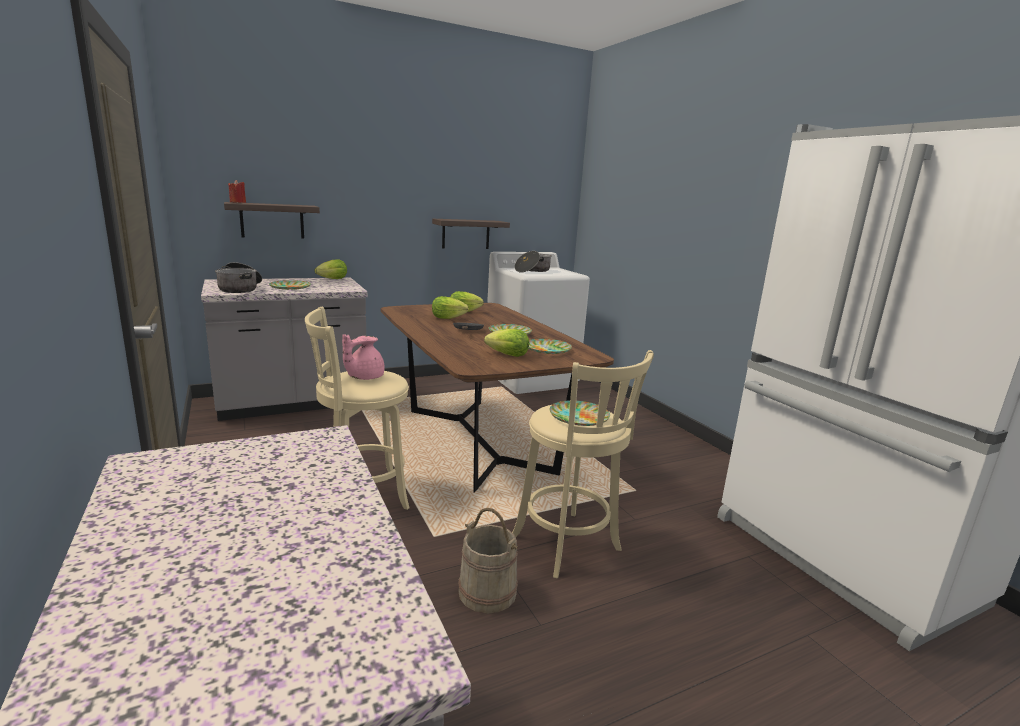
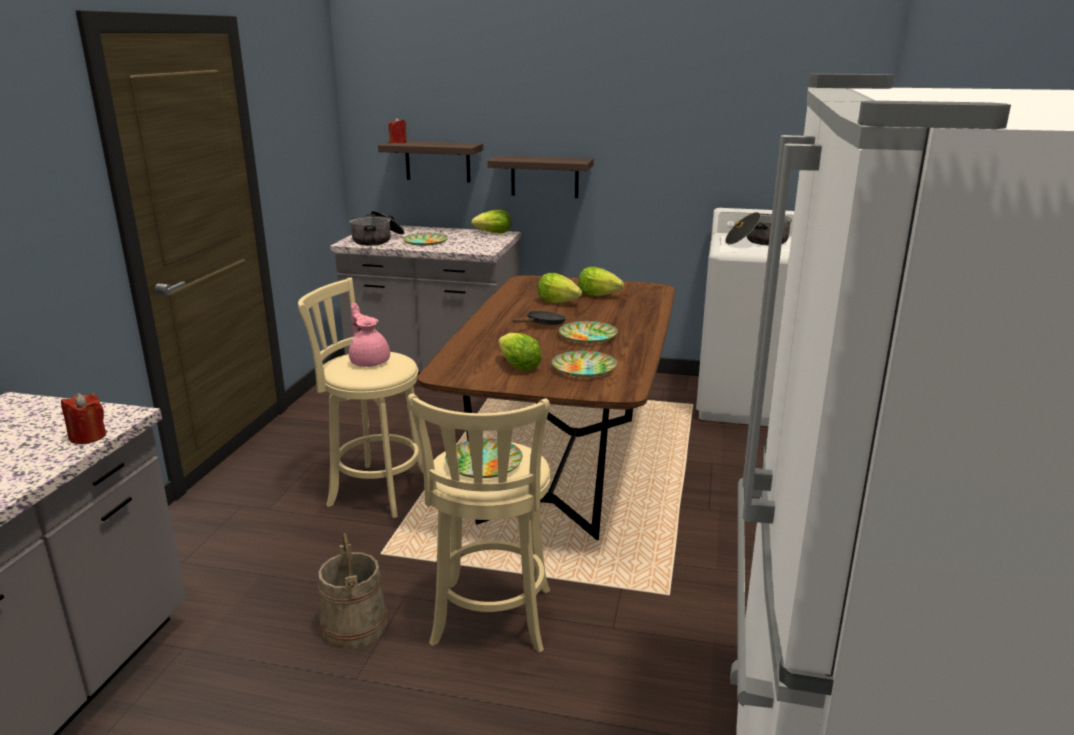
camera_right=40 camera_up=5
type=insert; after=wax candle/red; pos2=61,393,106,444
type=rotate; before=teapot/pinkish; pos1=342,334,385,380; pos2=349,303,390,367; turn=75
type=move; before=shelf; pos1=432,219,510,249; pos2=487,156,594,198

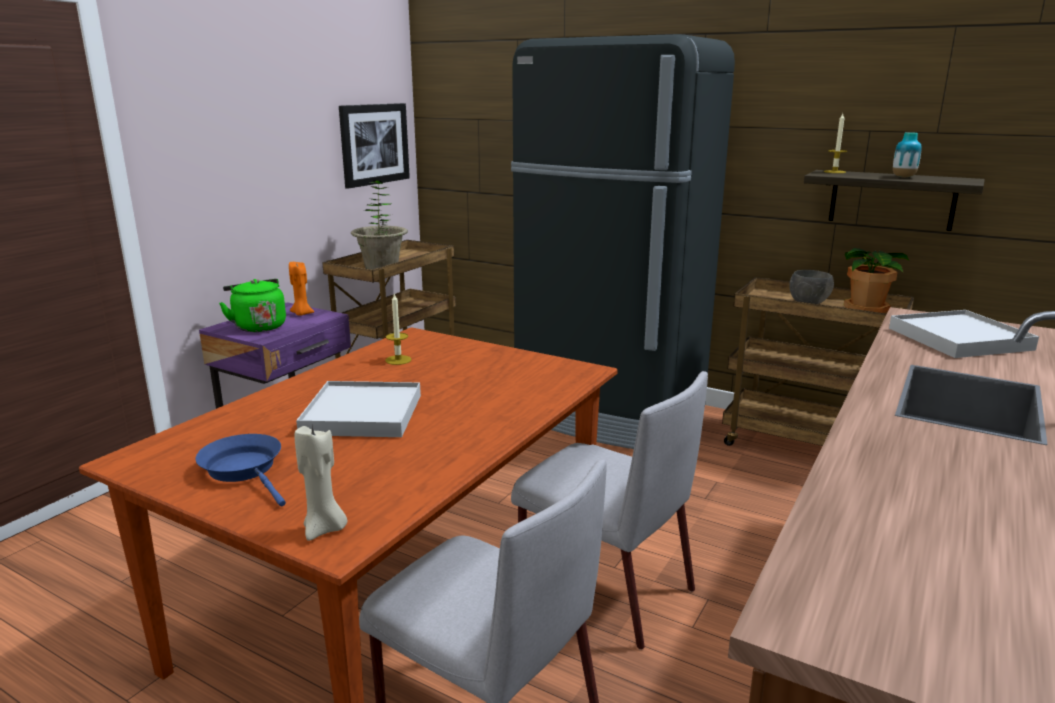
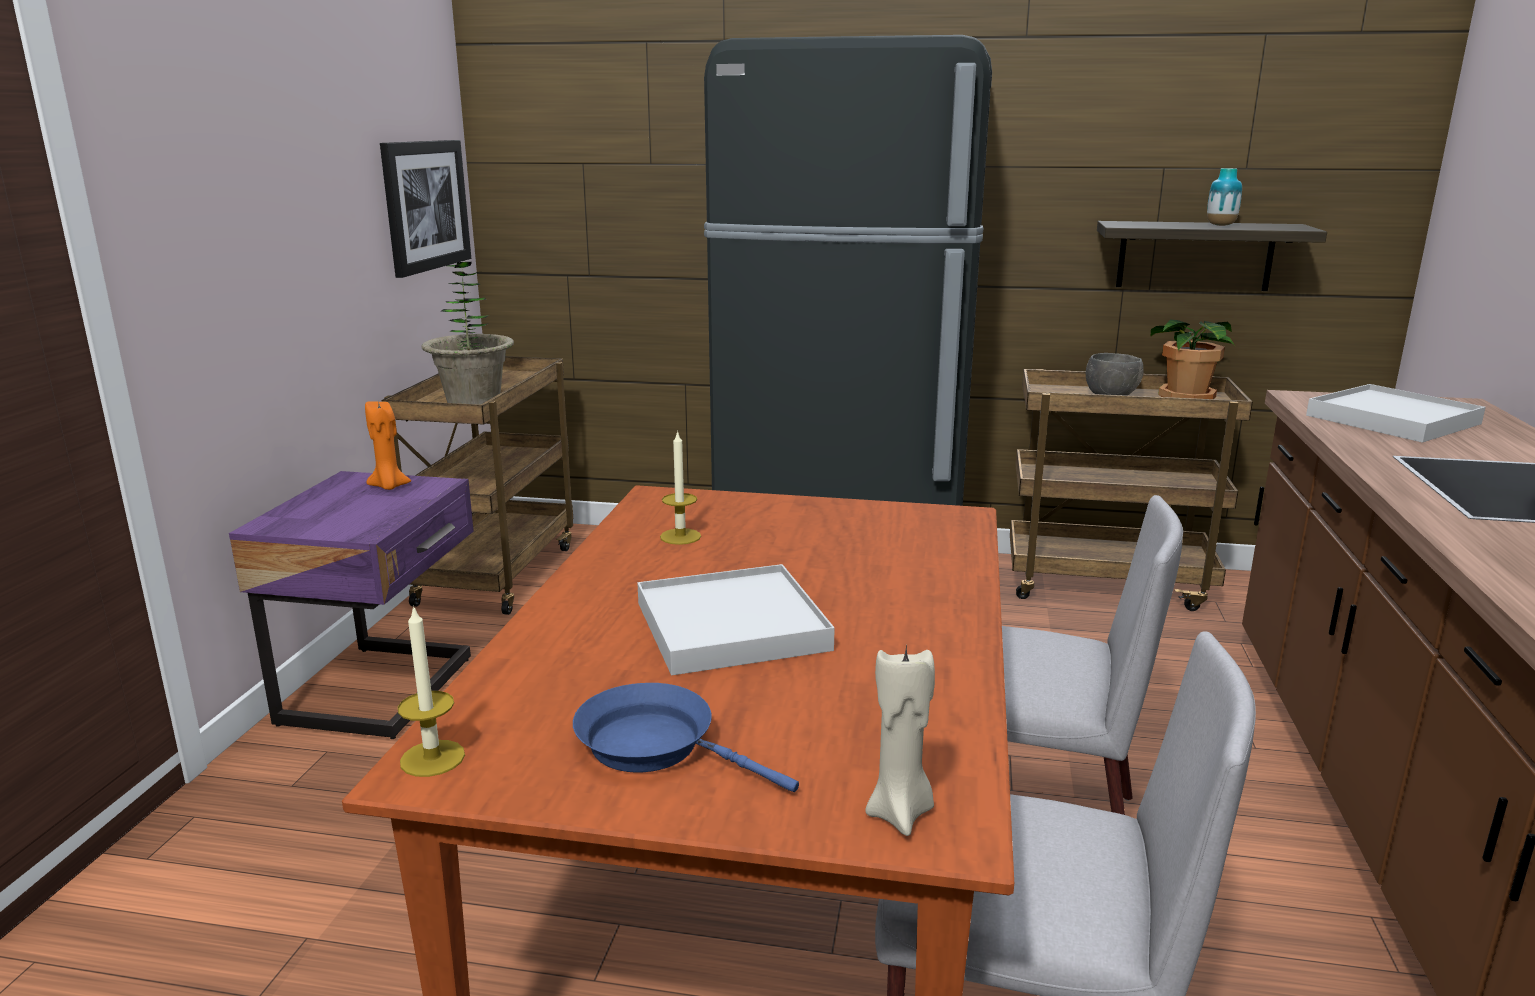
camera_right=-20 camera_up=0
type=move; before=wax candle; pos1=824,114,847,173; pos2=398,605,465,777
type=delete; before=kettle/greenish; pos1=219,279,286,332

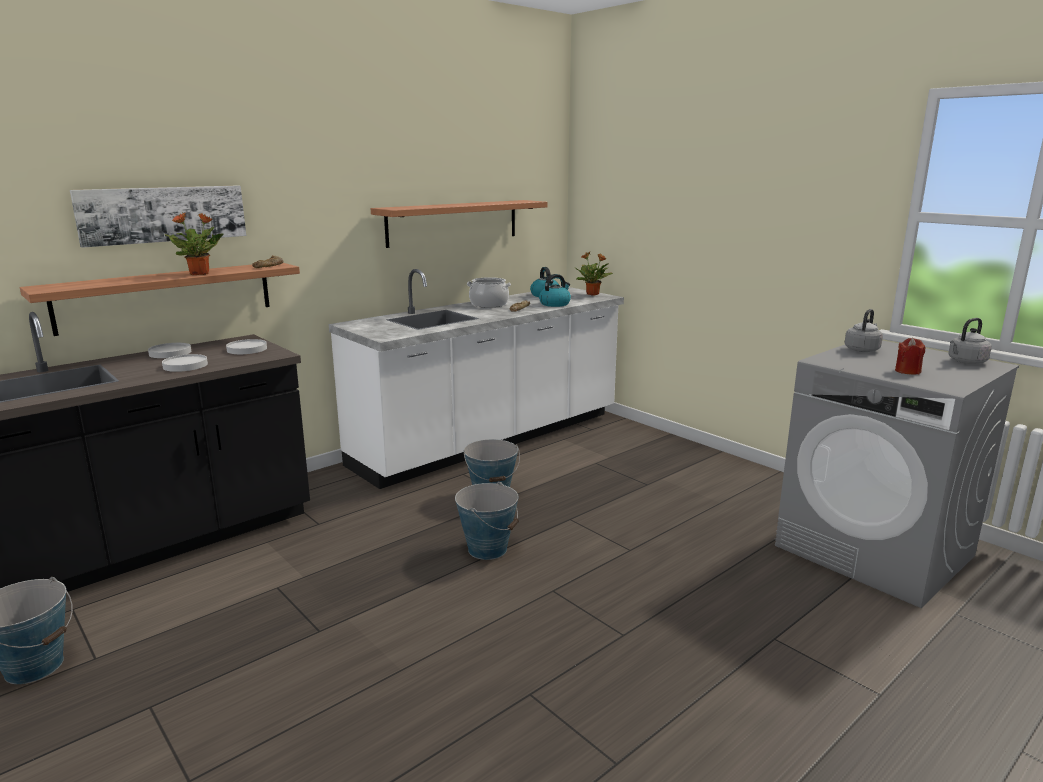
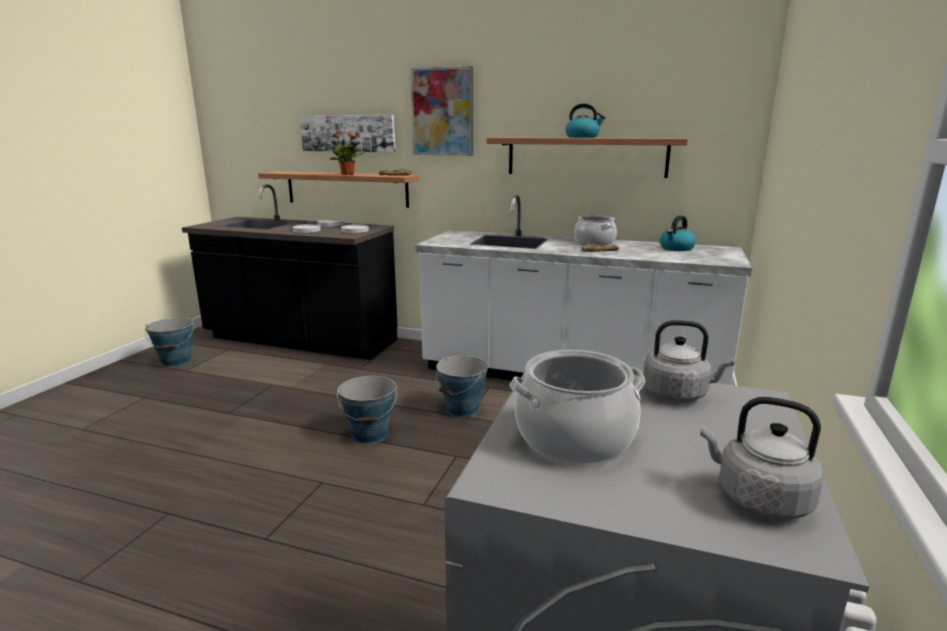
camera_right=60 camera_up=0
type=insert; after=wall art; pos2=410,66,473,156
type=replace; before=wax candle/red; after=cooking pot; pos1=895,338,925,375; pos2=510,350,645,464
type=move; before=kettle; pos1=539,274,571,307; pos2=566,103,606,138
type=delete; before=houseplant; pos1=575,252,613,295

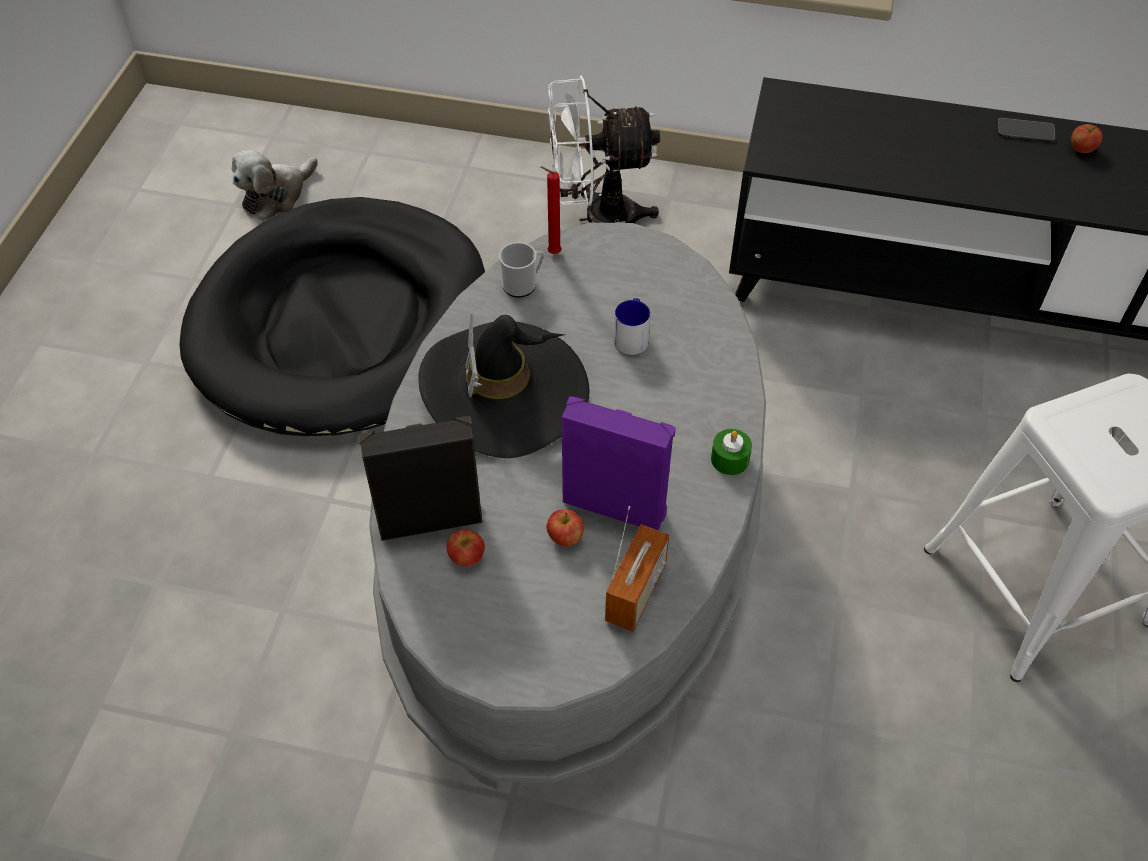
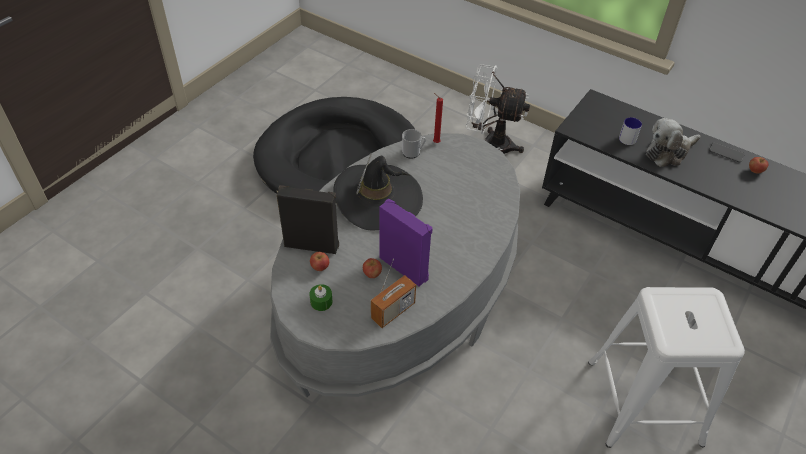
camera_right=20 camera_up=-5
type=move; before=wax candle/greenish; pos1=711,429,752,475; pos2=309,284,332,311
type=move; before=tea mug; pos1=614,298,651,355; pos2=619,117,642,145
type=move; before=plush toy; pos1=232,150,318,221; pos2=646,118,701,167

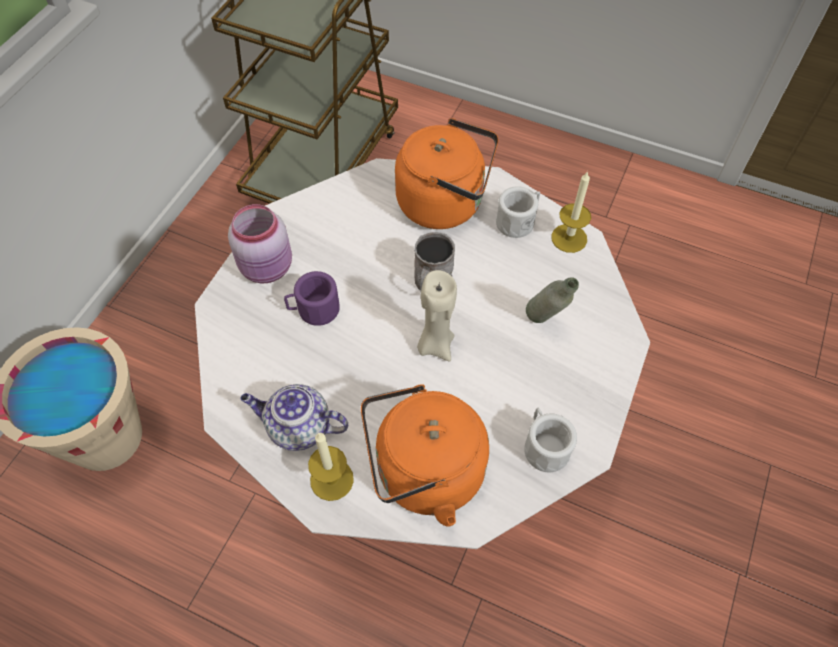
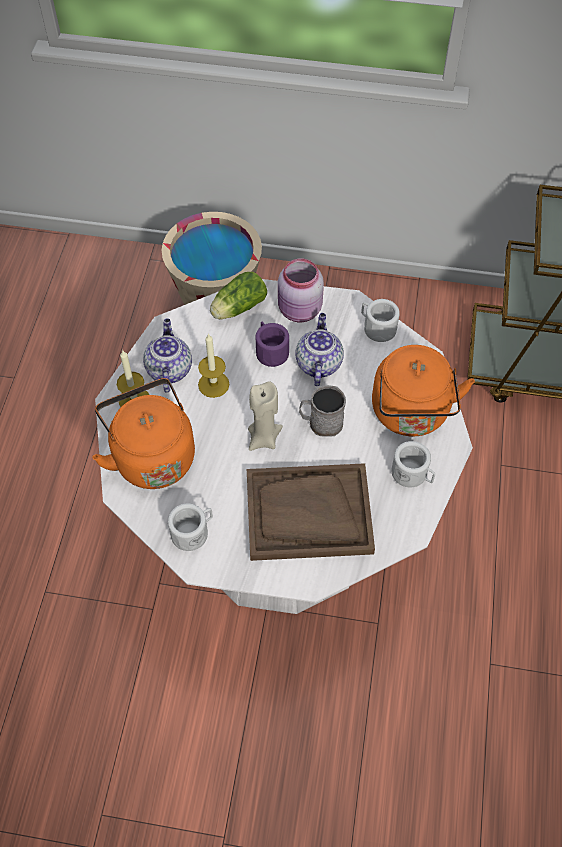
camera_right=75 camera_up=0
type=move; before=wax candle; pos1=551,171,591,253; pos2=198,333,230,398
type=insert; after=lettuce head; pos2=210,272,267,319
type=replace; before=bottle/grey; after=tray/brown-coloured; pos1=526,277,579,323; pos2=247,463,375,561
type=insert; after=teapot; pos2=296,313,344,386
type=insert; after=tea mug/white-coloured; pos2=361,299,400,342

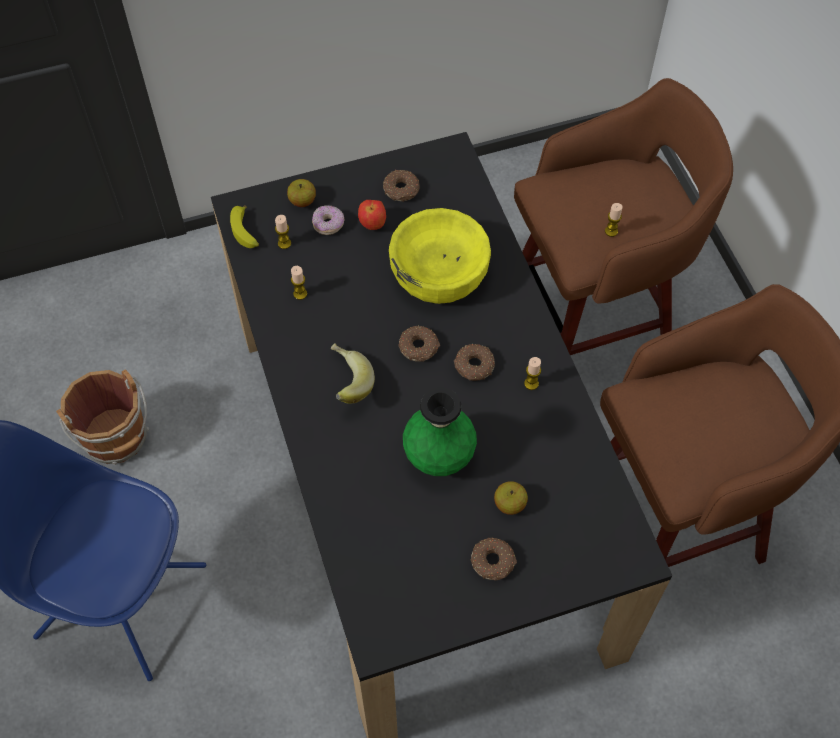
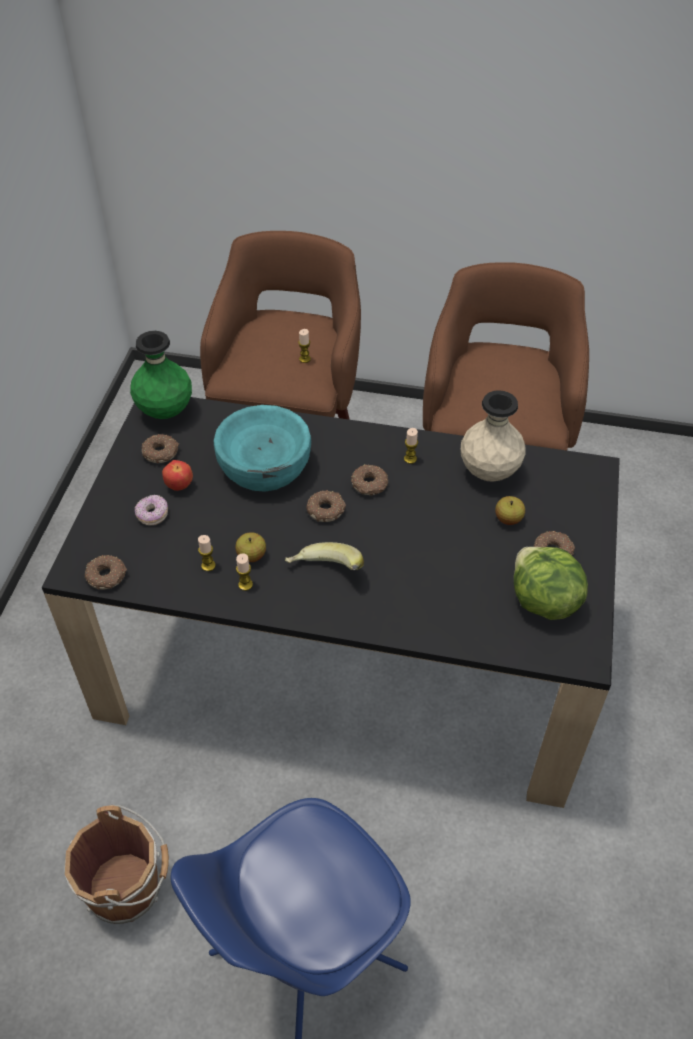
camera_right=-60 camera_up=-10
type=replace; before=banana; after=ring doughnut; pos1=230,205,259,248; pos2=85,555,127,590
type=move; before=decorative vase/greenish; pos1=403,387,477,476; pos2=130,331,192,419
type=recolor; before=deep dish/yellow; after=deep dish/turquoise; pos1=389,208,491,304; pos2=214,405,311,492
type=move; before=apple; pos1=287,179,316,207; pos2=235,532,266,562
type=move; before=wax candle; pos1=275,215,291,249; pos2=236,553,253,591
type=insert; after=decorative vase/beige; pos2=461,390,525,482
type=insert; after=lettuce head; pos2=514,547,588,620

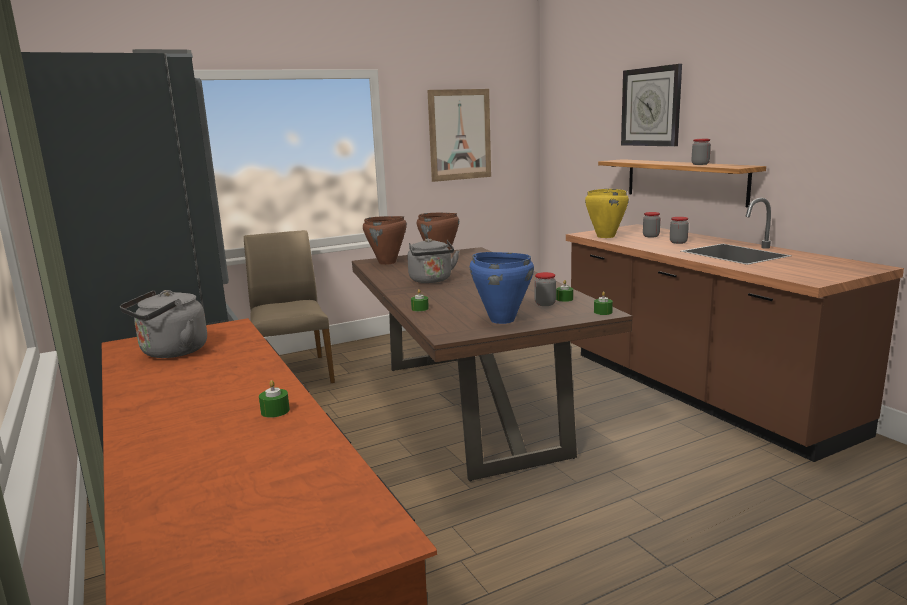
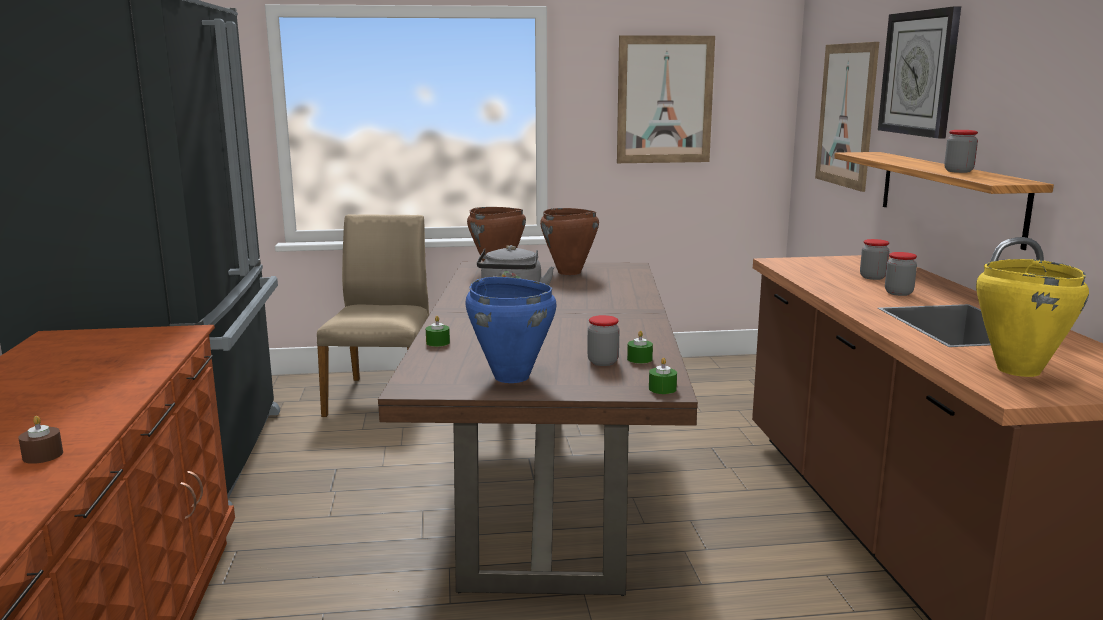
camera_right=20 camera_up=0
type=recolor; before=wax candle/greenish; after=wax candle/brown-coloured; pos1=259,380,290,418; pos2=18,416,63,464
type=insert; after=wall art; pos2=815,42,879,192
type=move; before=cooking pot/yellow; pos1=585,189,629,238; pos2=976,259,1089,377
type=delete; before=kettle/grey; pos1=120,290,207,358

